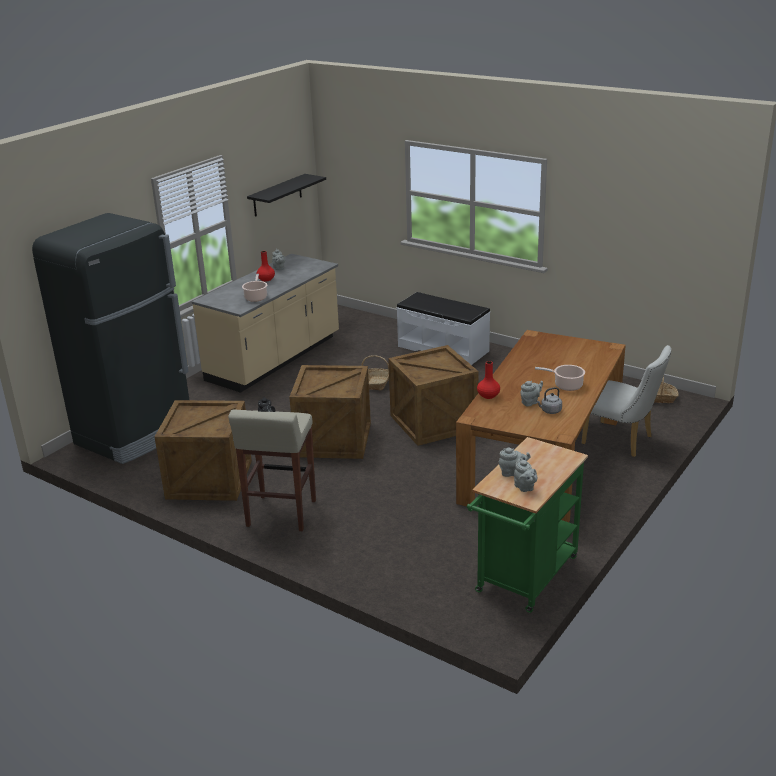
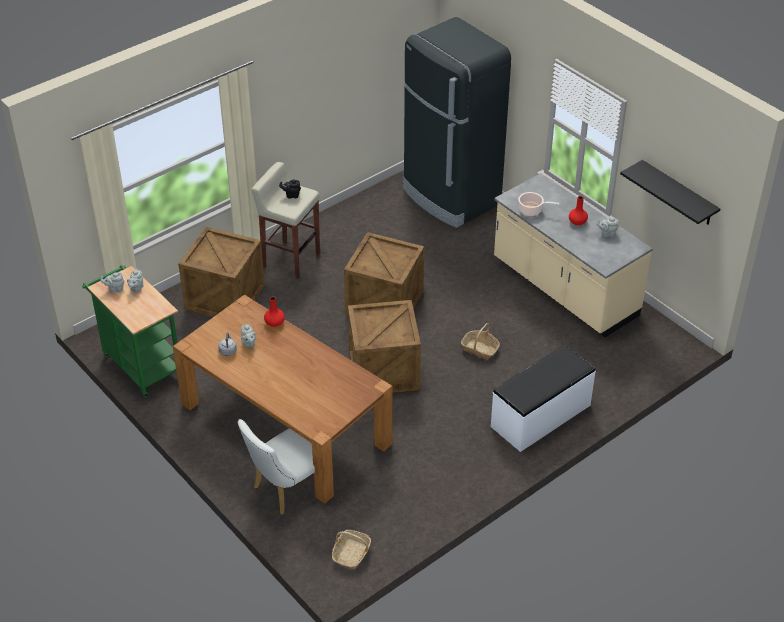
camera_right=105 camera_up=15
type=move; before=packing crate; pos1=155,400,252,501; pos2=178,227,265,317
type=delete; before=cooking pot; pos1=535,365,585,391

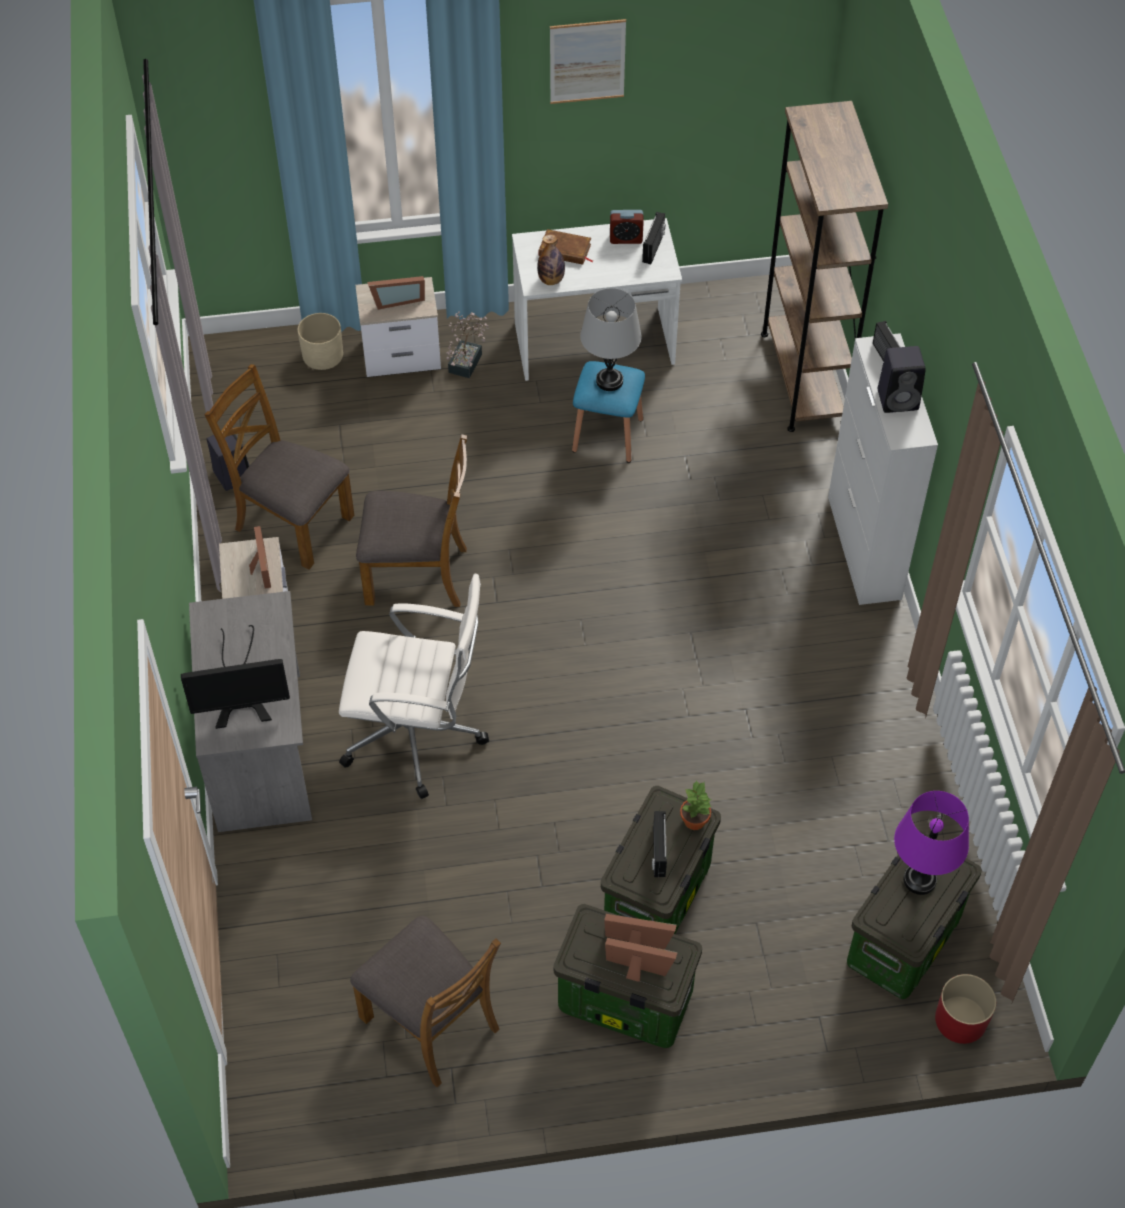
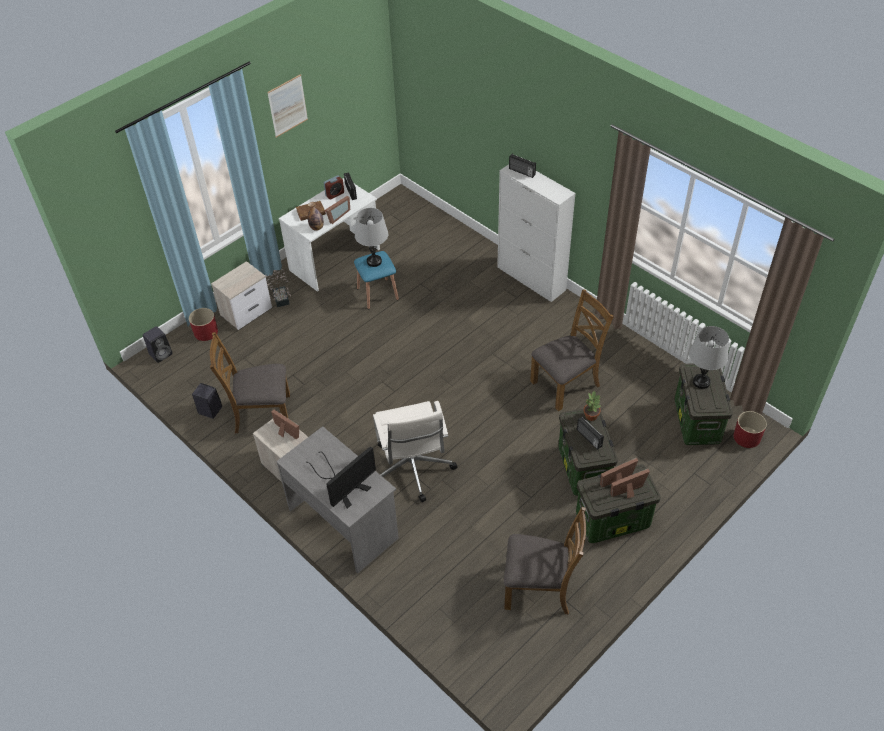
camera_right=-35 camera_up=-5
type=move; before=audio speaker/black-coloured; pos1=878,346,926,413; pos2=143,326,173,363
type=recolor; before=flower pot/beige; after=flower pot/red; pos1=298,313,343,370; pos2=189,308,218,341
type=move; before=photo frame; pos1=367,276,425,310; pos2=325,196,350,224
type=rotate; before=desk chair/white-coloured; pos1=339,574,489,799; pos2=373,401,458,502; turn=105
type=move; before=upright chair/brown-coloured; pos1=356,434,467,607; pos2=530,289,614,411
type=recolor; before=tabletop lamp/purplish; after=tabletop lamp/grey; pos1=894,791,969,895; pos2=689,326,729,389
type=delete; before=bookshelf/brown-coloured; pos1=761,101,888,432

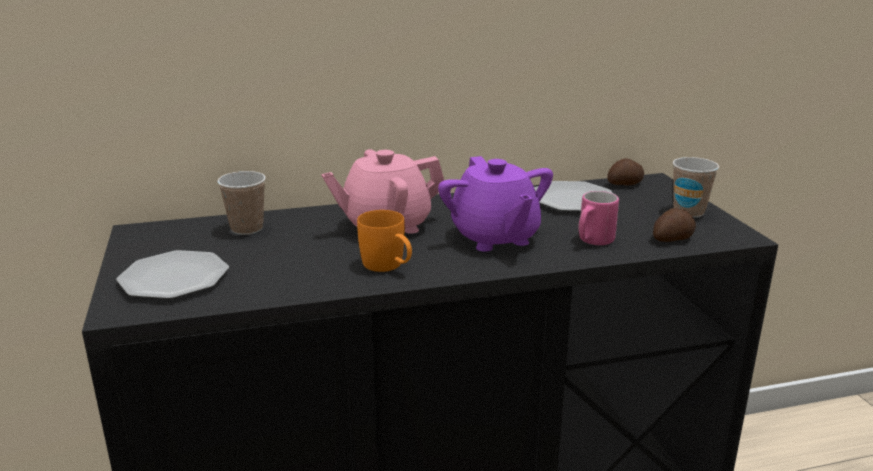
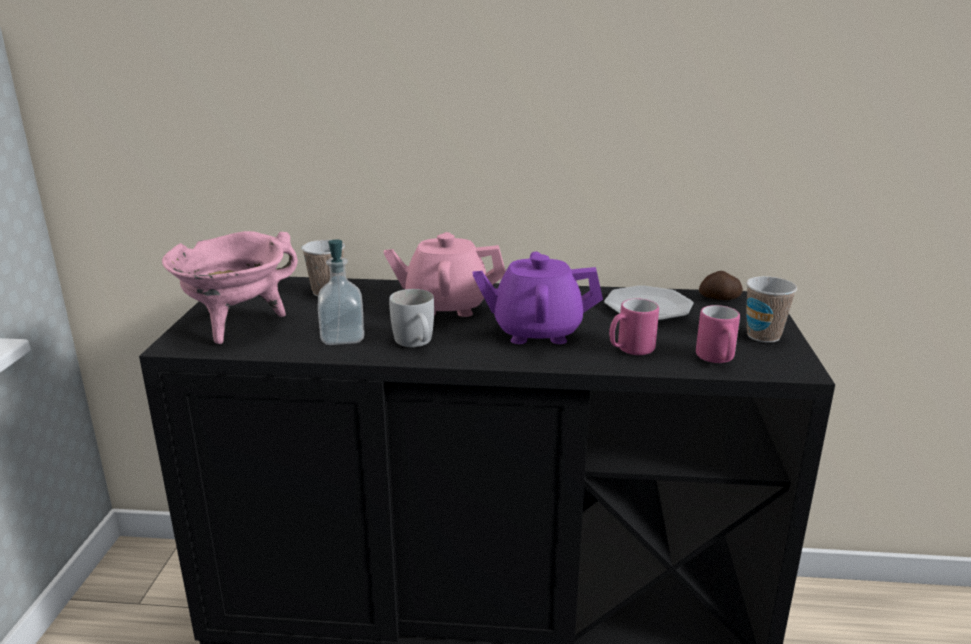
camera_right=20 camera_up=0
type=replace; before=flat dish; after=cooking pot/pinkish; pos1=116,250,229,299; pos2=162,231,298,344
type=insert; after=soap dispenser; pos2=318,240,365,345
type=recolor; before=tea mug/orangey; after=tea mug/white-coloured; pos1=357,210,412,272; pos2=389,289,434,347
type=rotate; before=teapot/purplish; pos1=438,156,553,252; pos2=473,252,603,344; turn=90
type=replace; before=whole potato; after=tea mug/pinkish; pos1=653,208,696,242; pos2=696,305,740,363

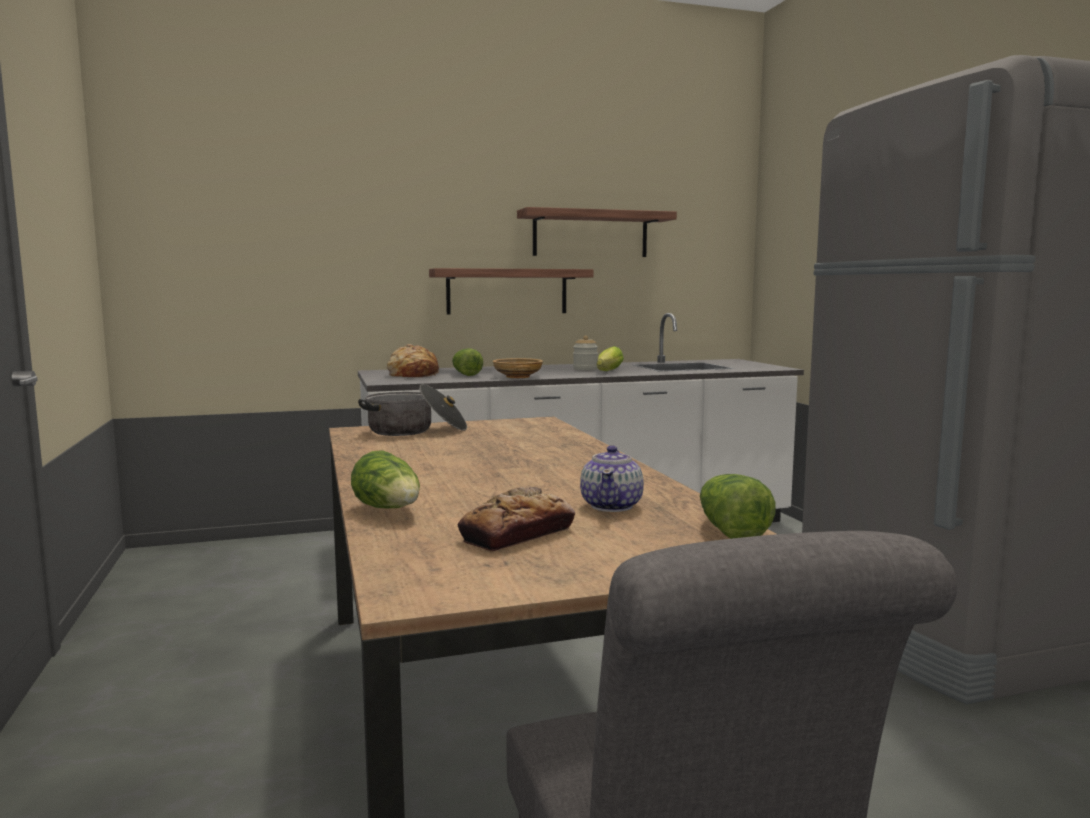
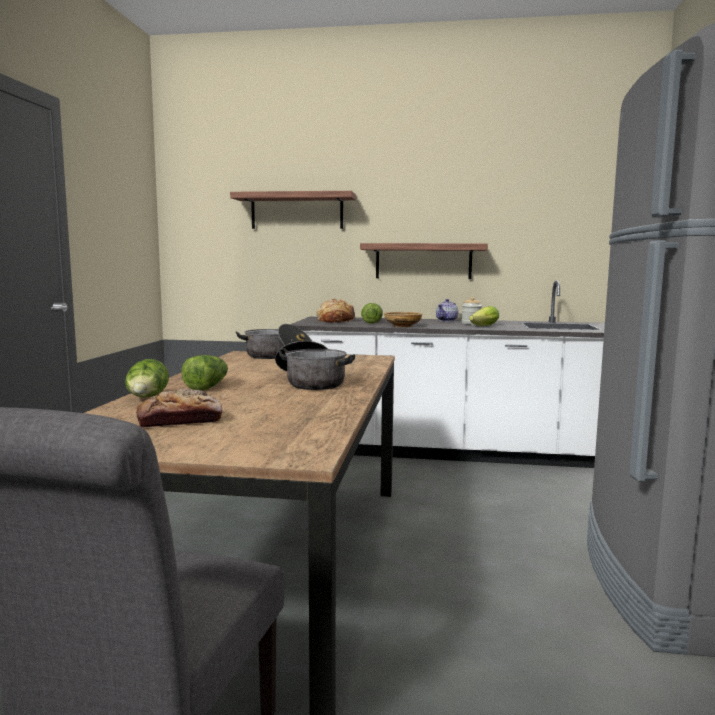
camera_right=25 camera_up=0
type=move; before=lettuce head; pos1=700,474,775,539; pos2=181,355,228,391
type=move; before=shelf; pos1=517,207,677,257; pos2=230,191,356,229
type=insert; after=cooking pot; pos2=275,341,355,390
type=move; before=teapot; pos1=580,445,644,512; pos2=436,299,458,321

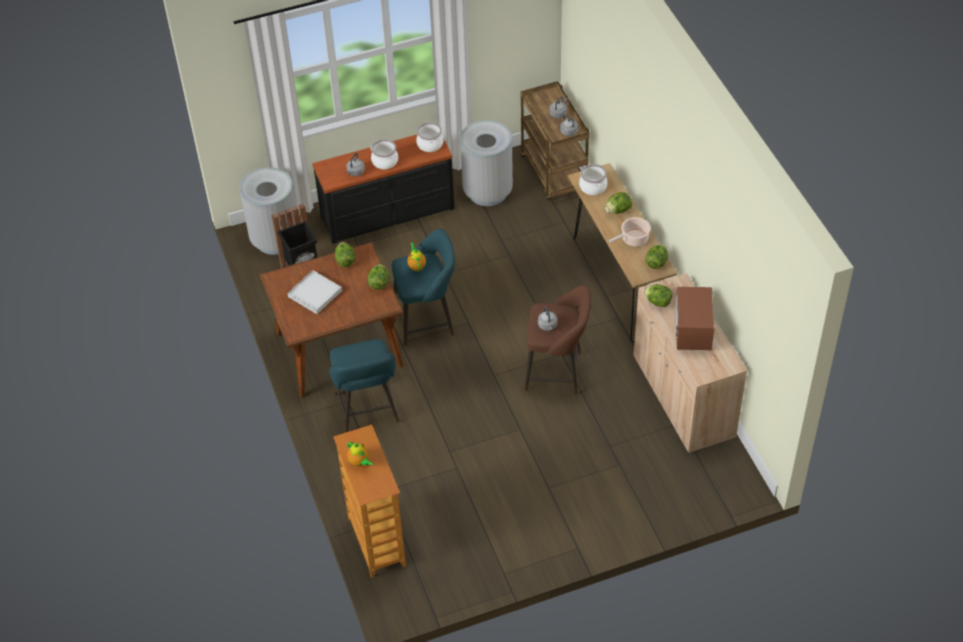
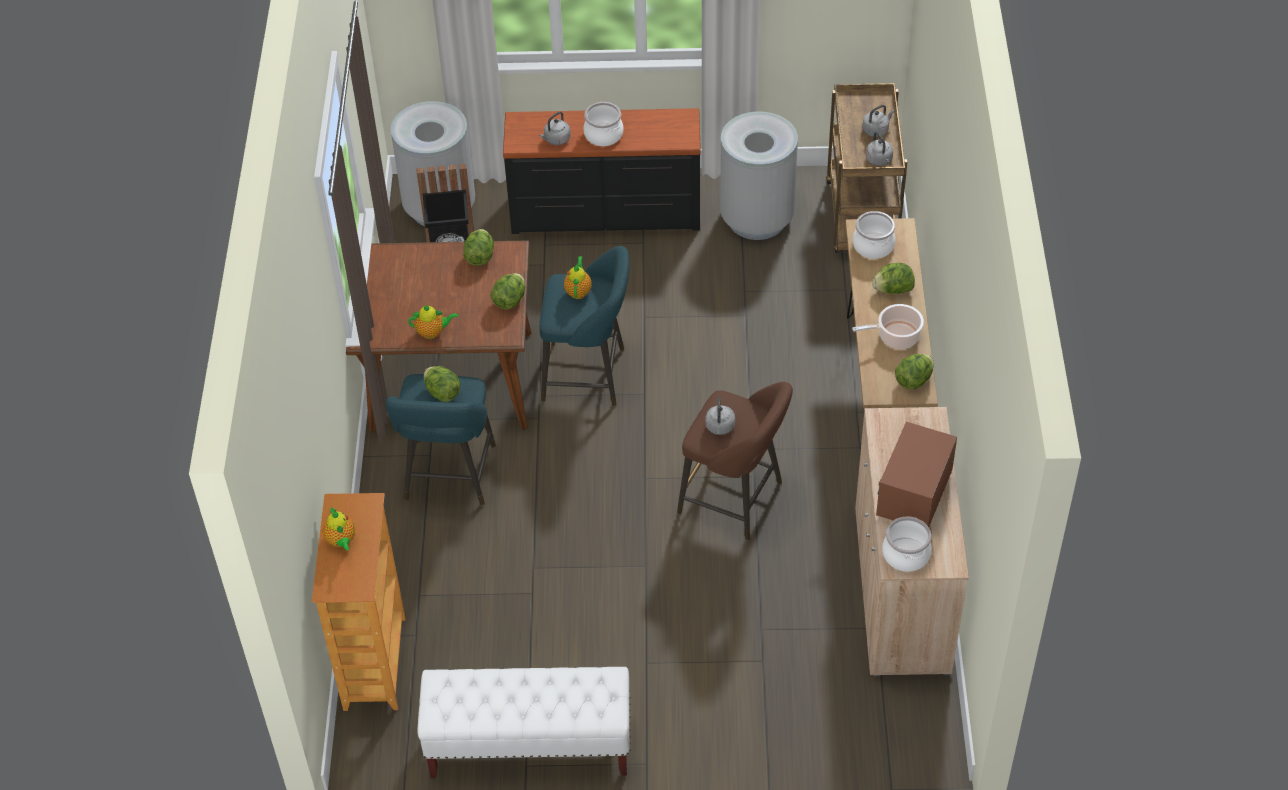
camera_right=20 camera_up=0
type=insert; after=teapot; pos2=408,305,458,339
type=insert; after=bench/white-coloured; pos2=417,667,631,779
type=move; before=lettuce head; pos1=644,284,672,307; pos2=424,366,460,402
type=move; before=cooking pot; pos1=416,122,443,152; pos2=882,517,932,572
type=delete; before=tray/white-coloured; pos1=287,270,342,314

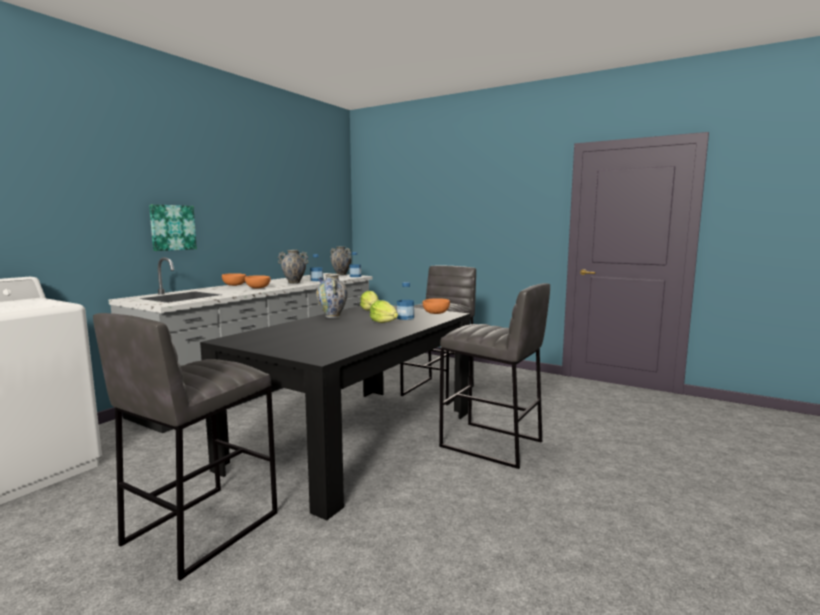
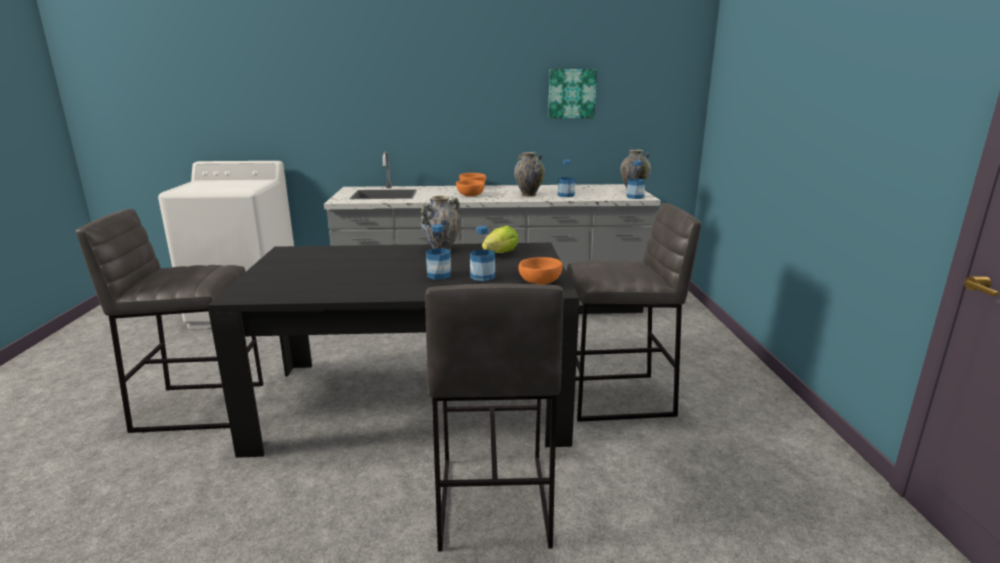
camera_right=55 camera_up=10
type=replace; before=lettuce head; after=bottle; pos1=370,300,398,323; pos2=426,224,451,280
type=move; before=wall art; pos1=149,204,197,251; pos2=548,69,597,118

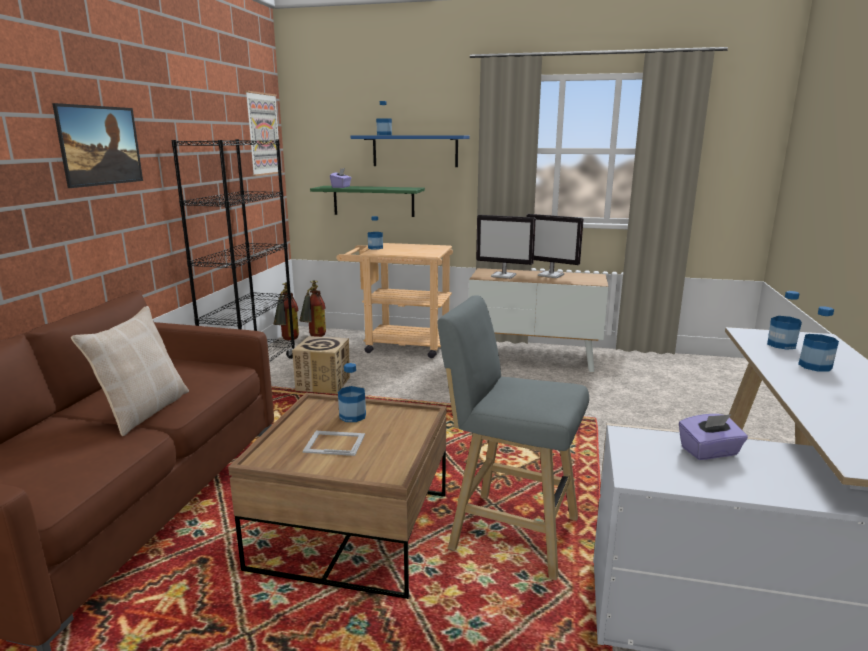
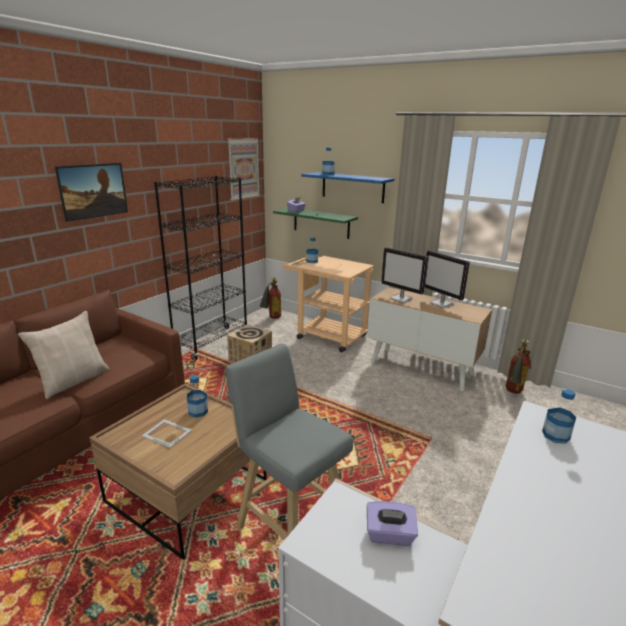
camera_right=20 camera_up=5
type=move; before=fire-fighting cylinder; pos1=274,283,299,340; pos2=506,339,531,394
type=delete; before=bottle; pos1=798,306,839,372

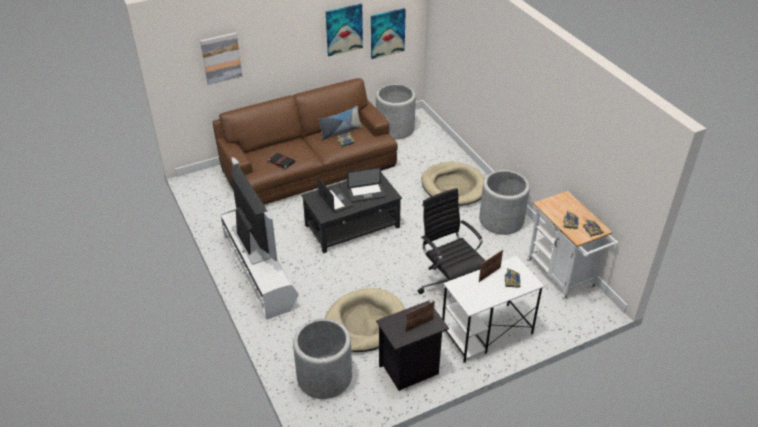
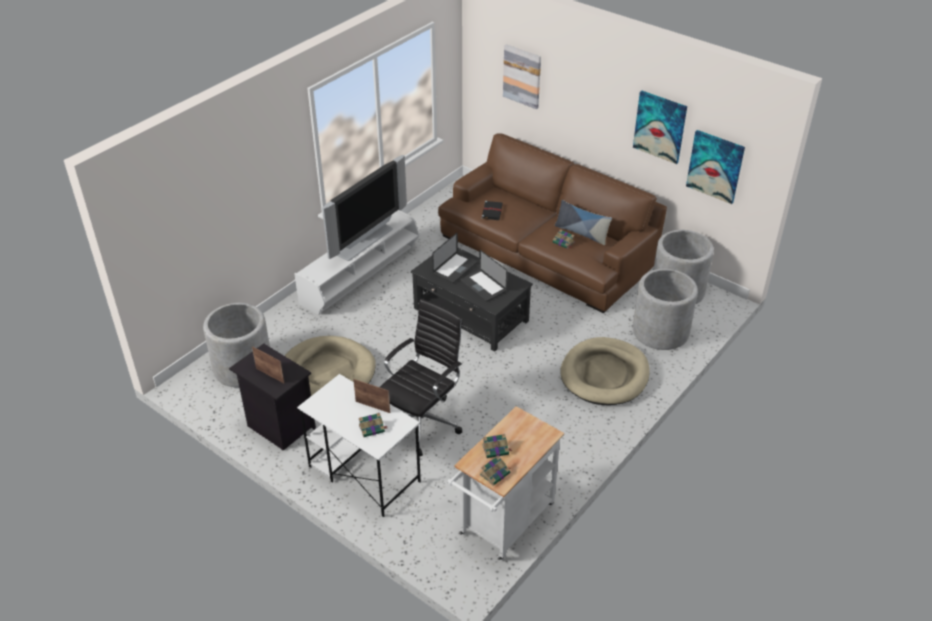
camera_right=65 camera_up=0
type=move; before=flower pot/grey; pos1=479,170,530,235; pos2=633,269,698,350

